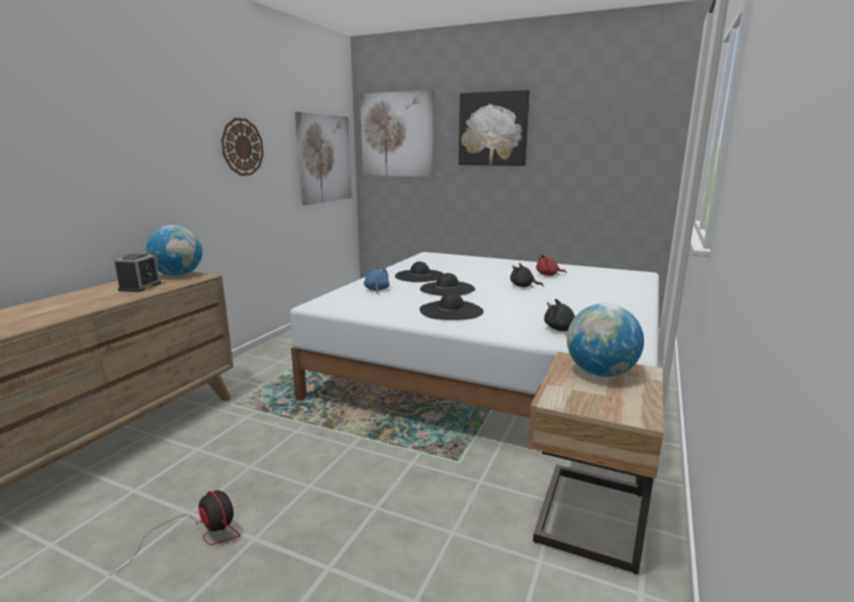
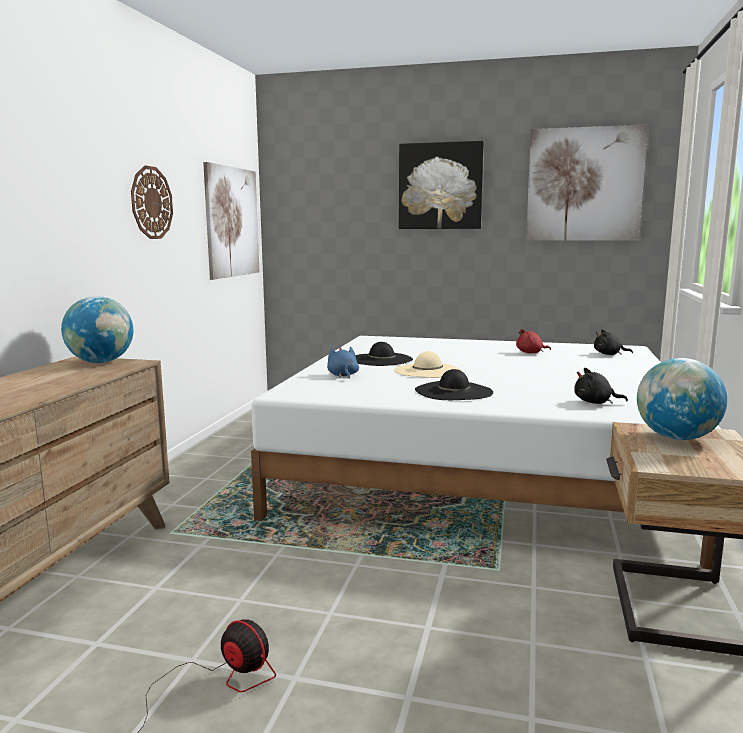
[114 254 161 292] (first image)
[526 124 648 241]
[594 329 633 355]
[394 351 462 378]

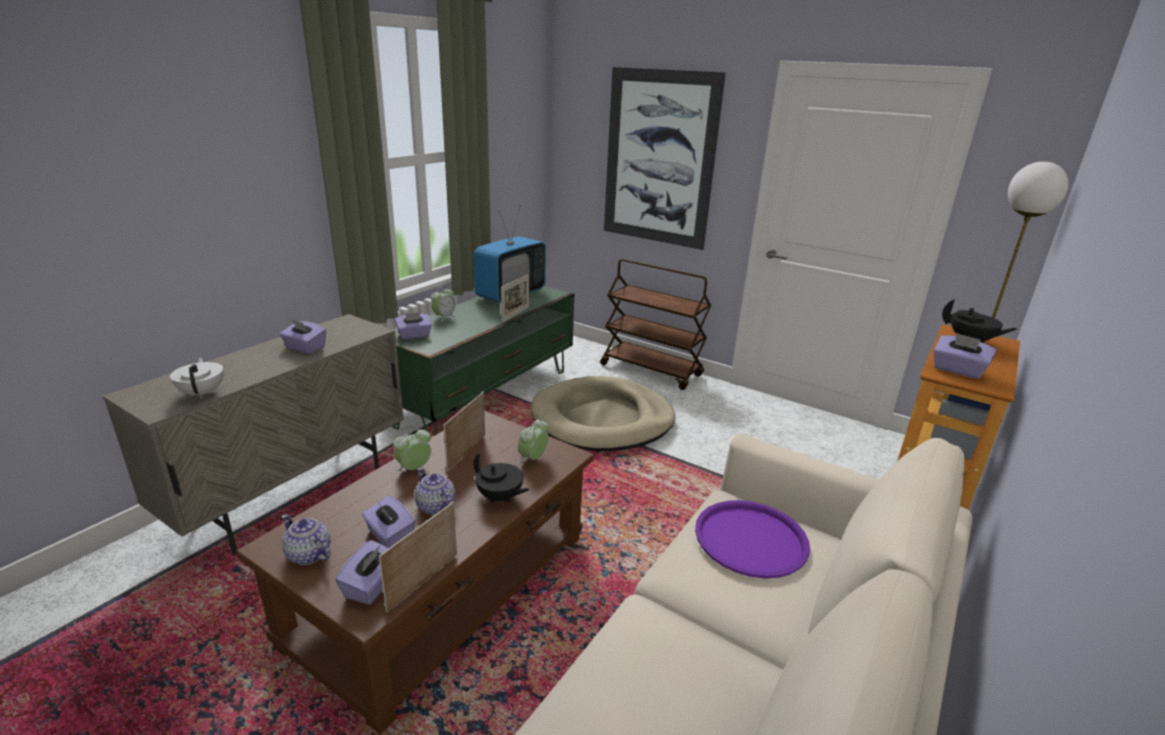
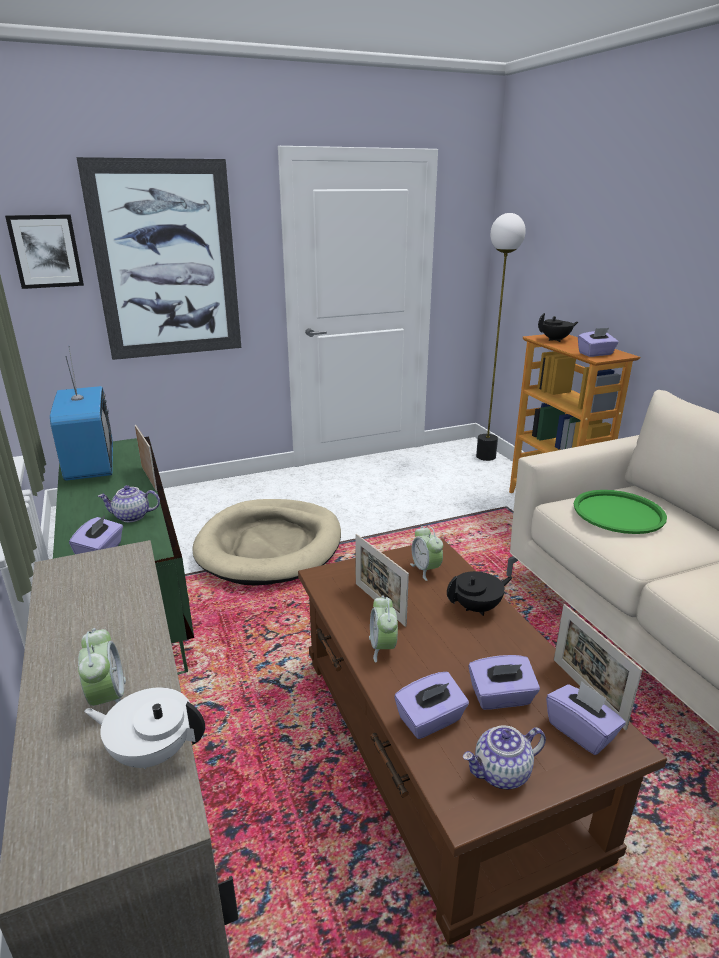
[600 259 711 390] (first image)
[5 214 84 289]
[394 672 469 739]
[98 485 160 522]
[78 628 126 706]
[574 490 667 534]

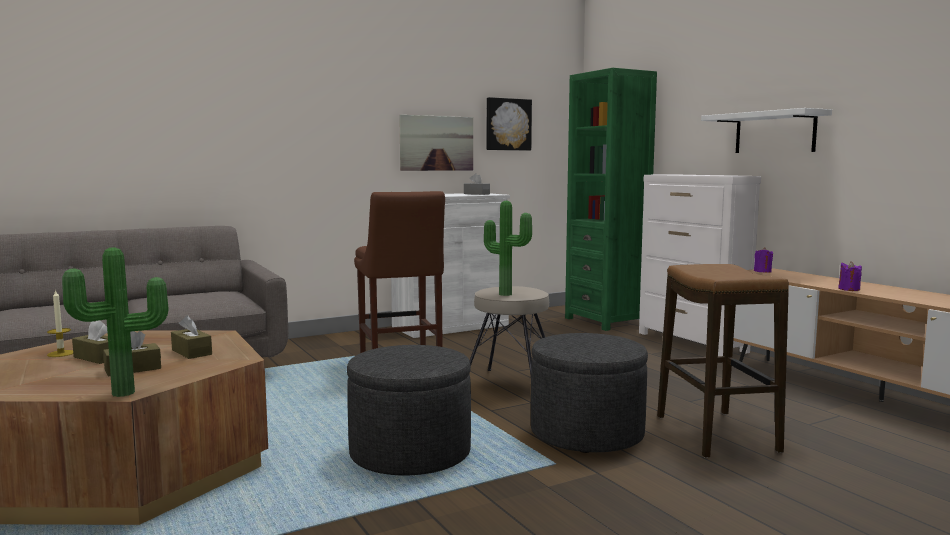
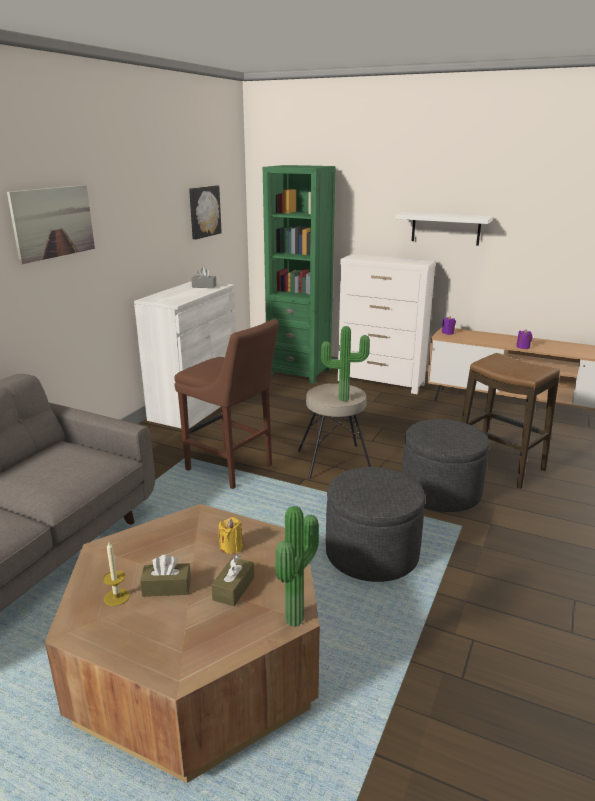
[7 185 95 264]
[219 517 243 554]

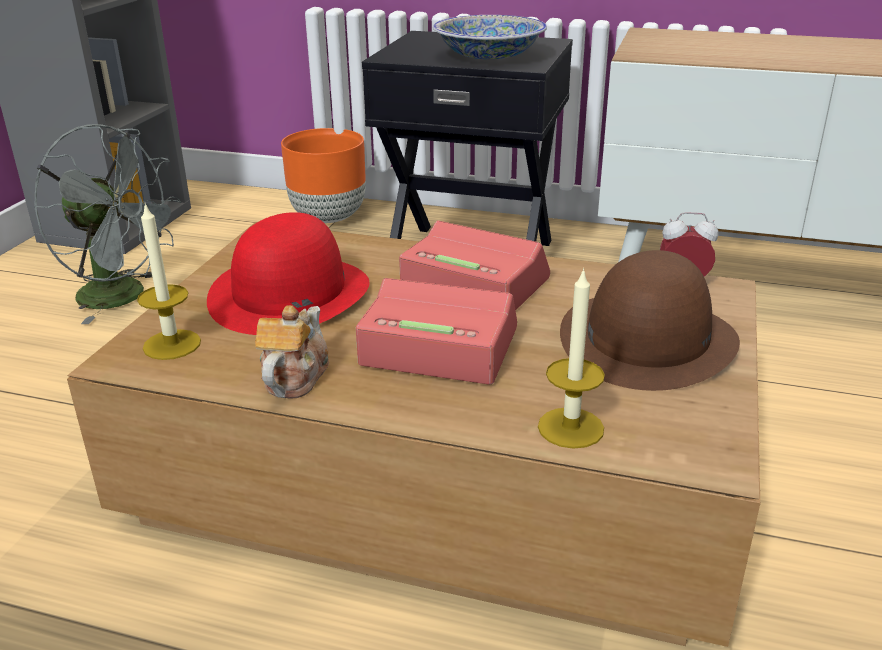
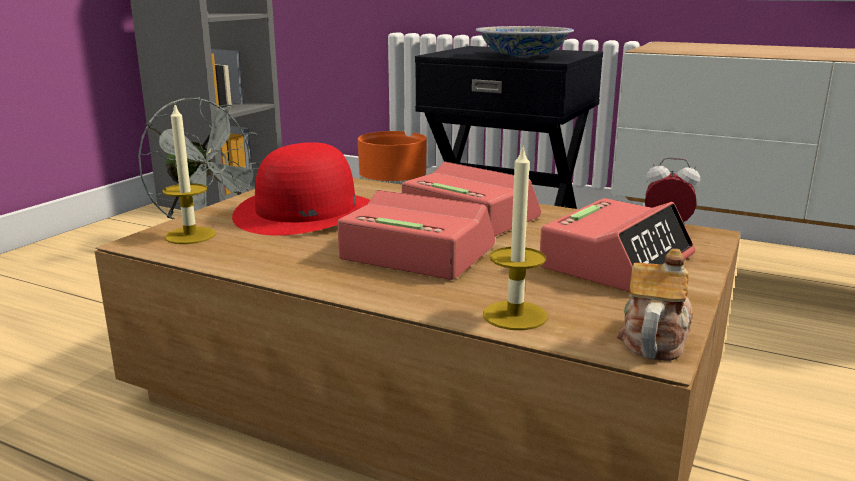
[617 249 693 361]
[540 198 695 292]

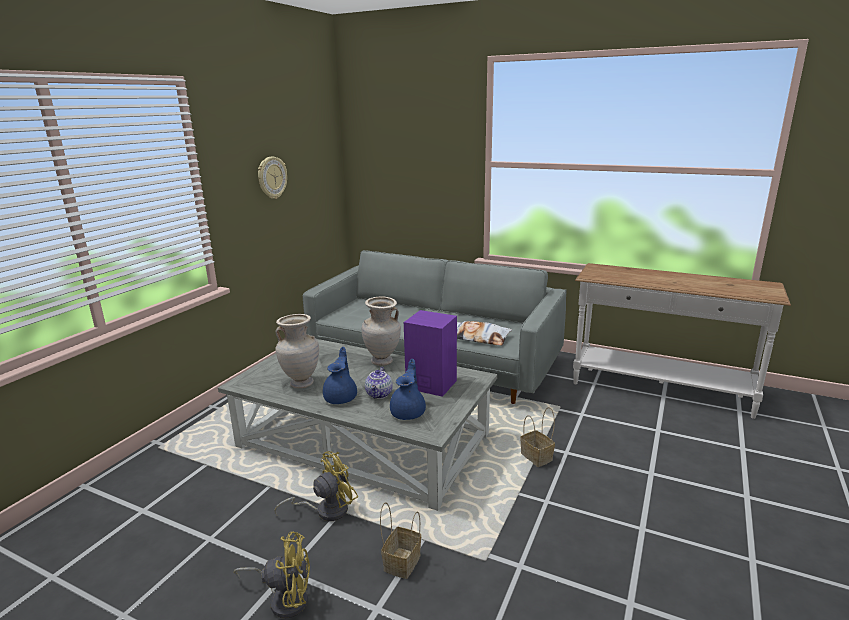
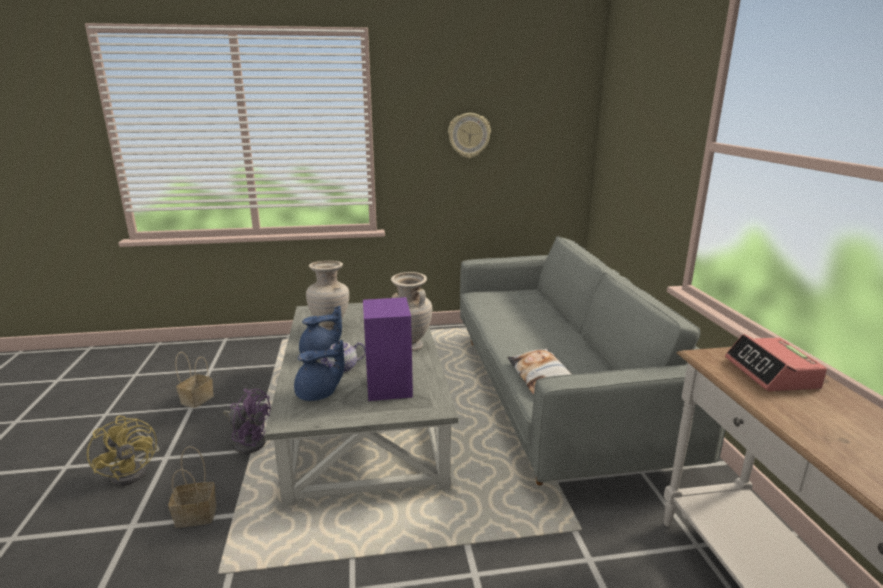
[725 334 827 391]
[175 352 214 408]
[224 389 271 454]

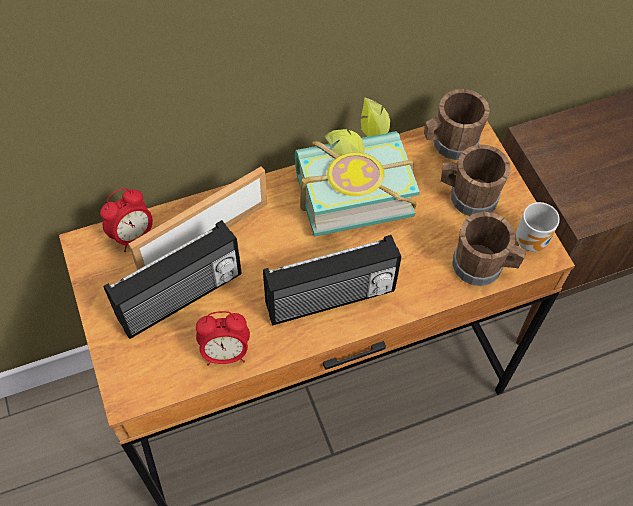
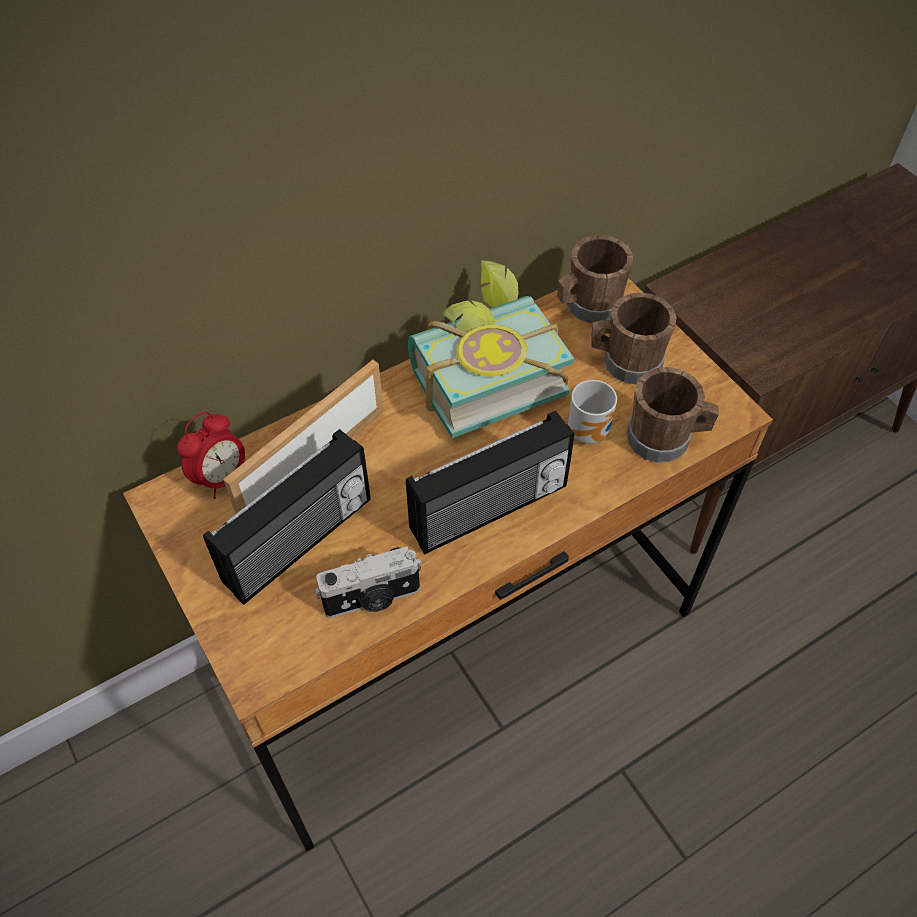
[568 380 617 444]
[315 546 422 618]

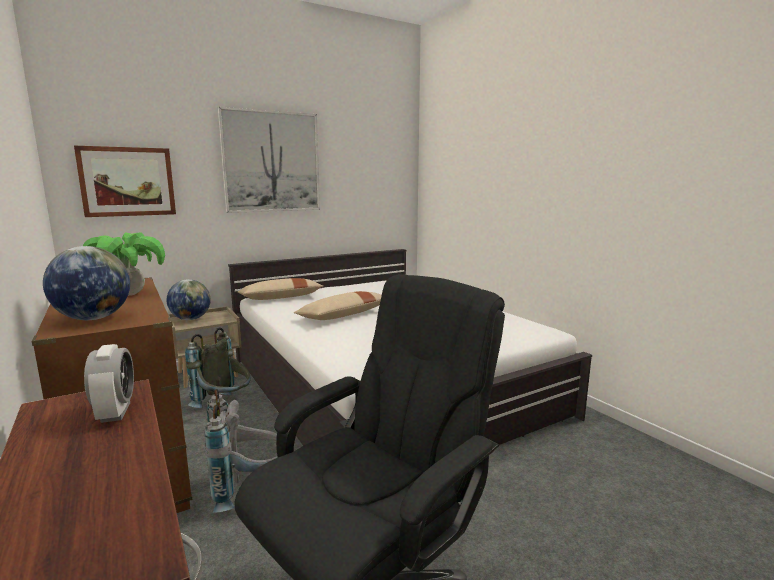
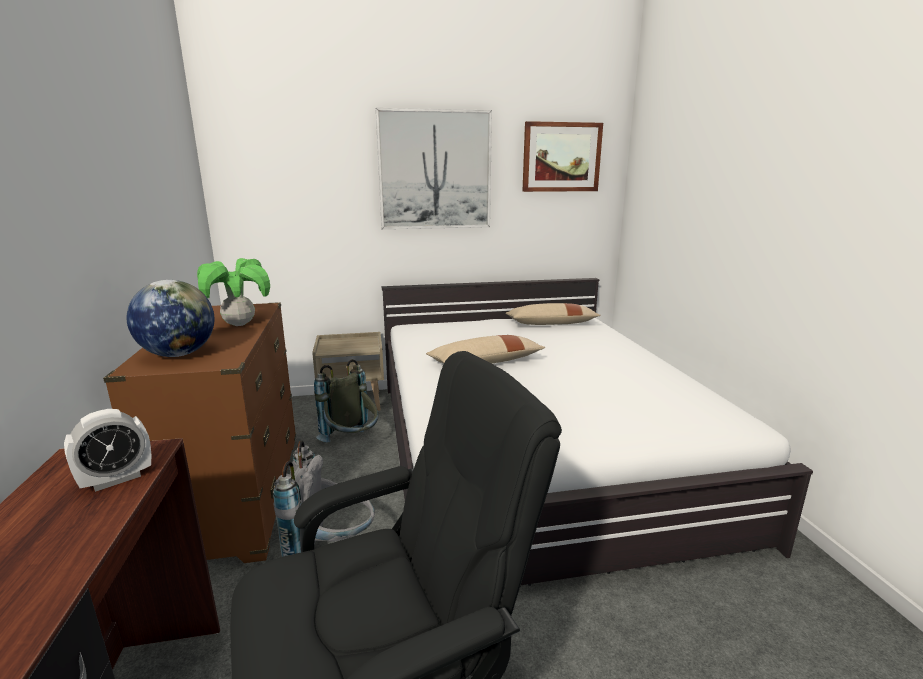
[167 279 211 320] (first image)
[523 121 603 192]
[506 303 601 325]
[64 409 151 492]

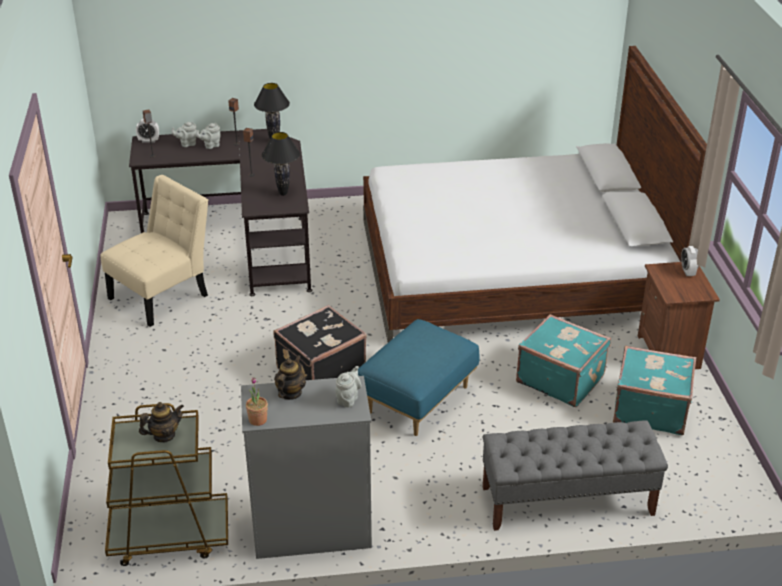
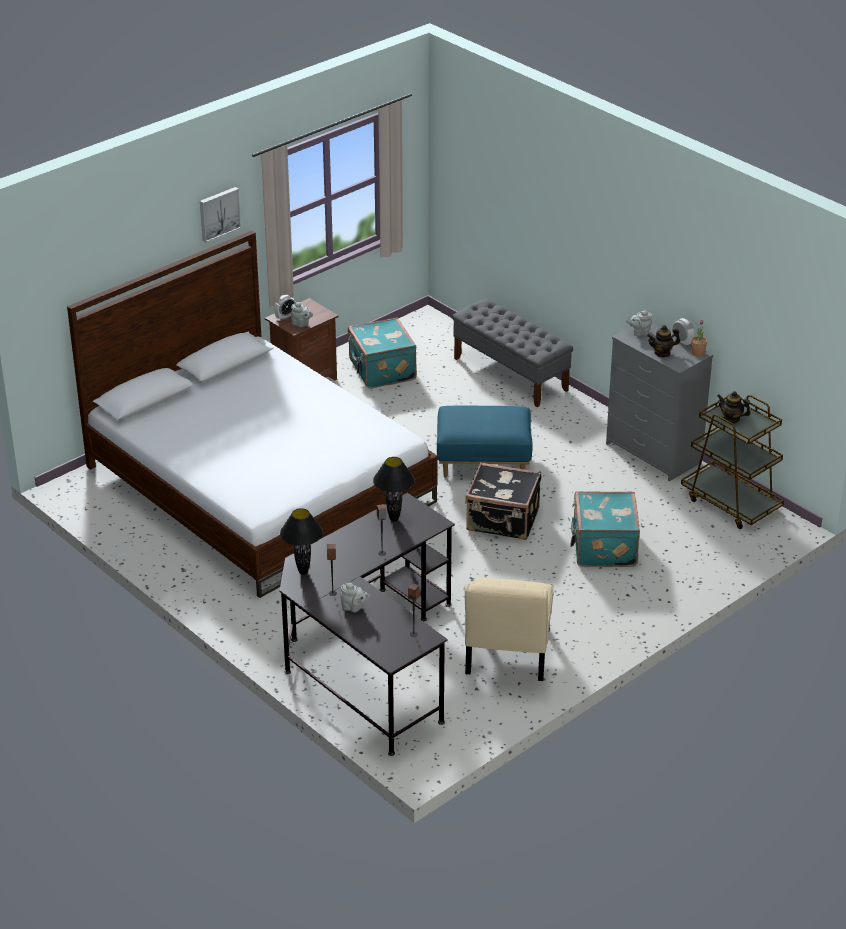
[200 187 241 242]
[673 318 694 346]
[291 302 313 327]
[570 491 640 567]
[464 578 553 681]

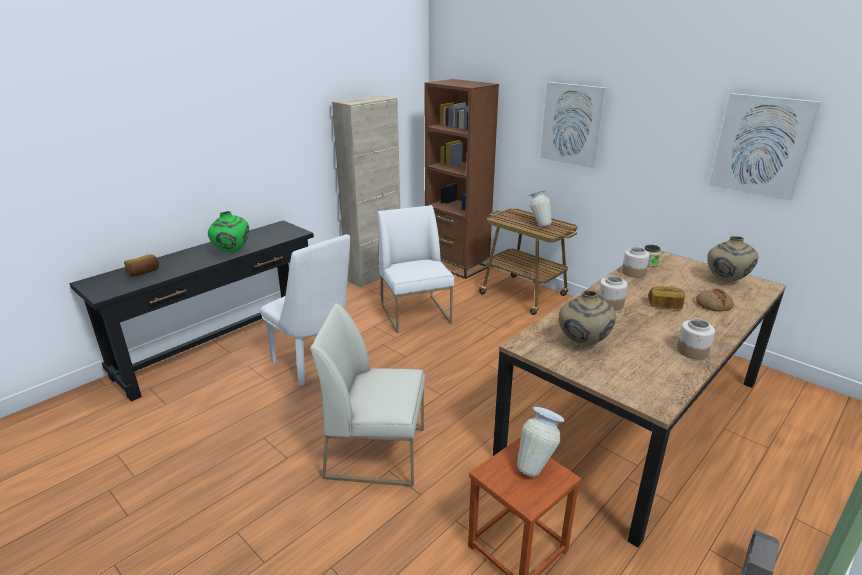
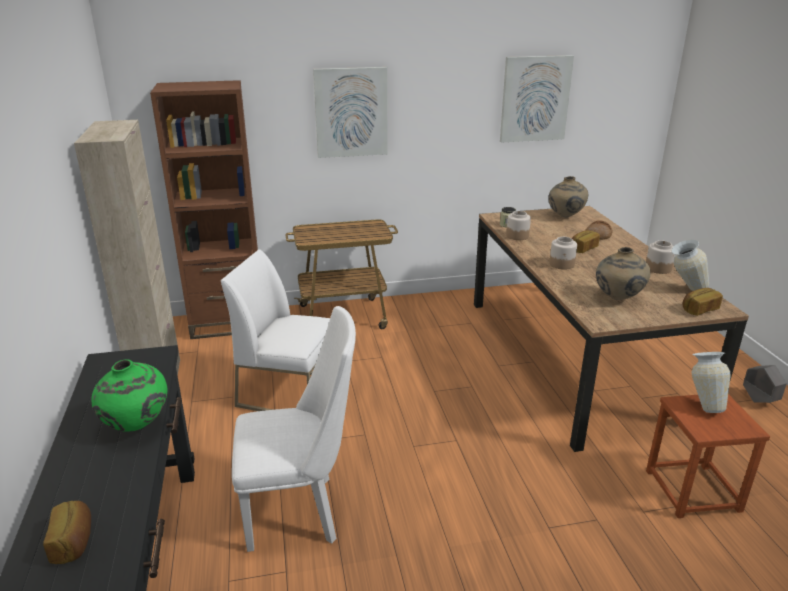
[310 303 425 487] (first image)
[683 288 723 316]
[671 240 709 291]

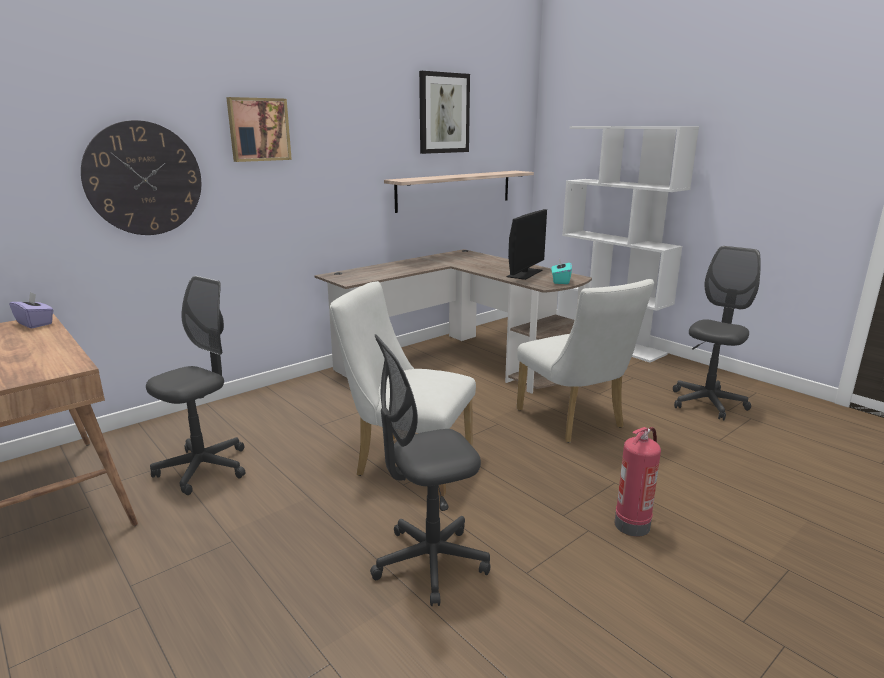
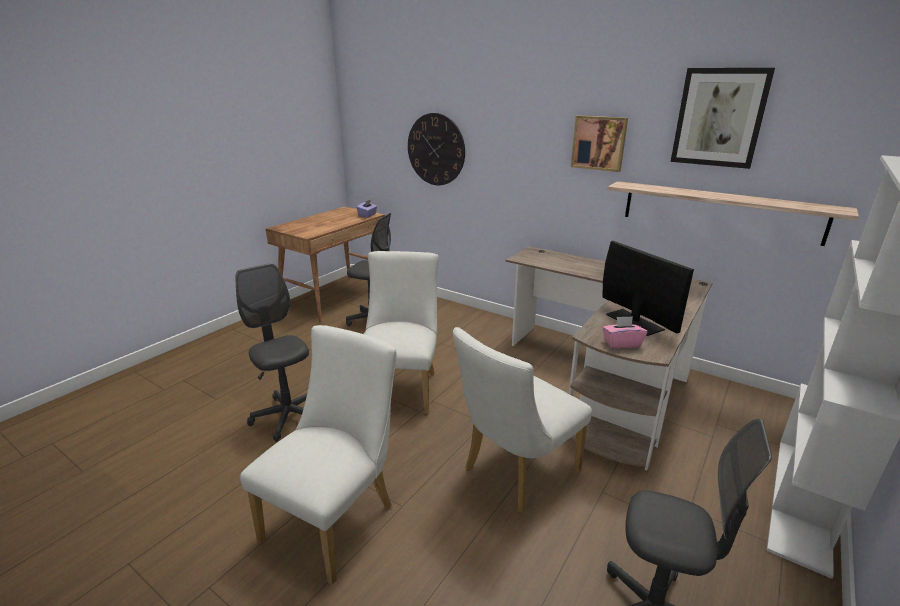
[571 115 628 172]
[240 325 397 585]
[603 316 647 349]
[602 241 694 336]

